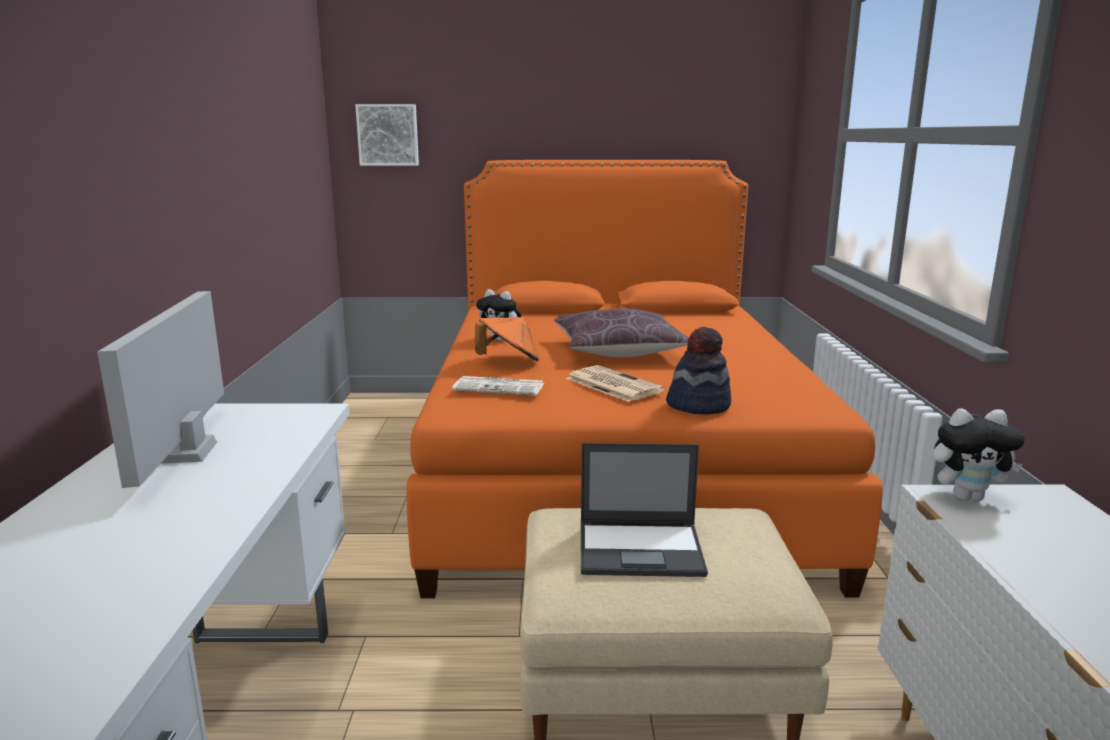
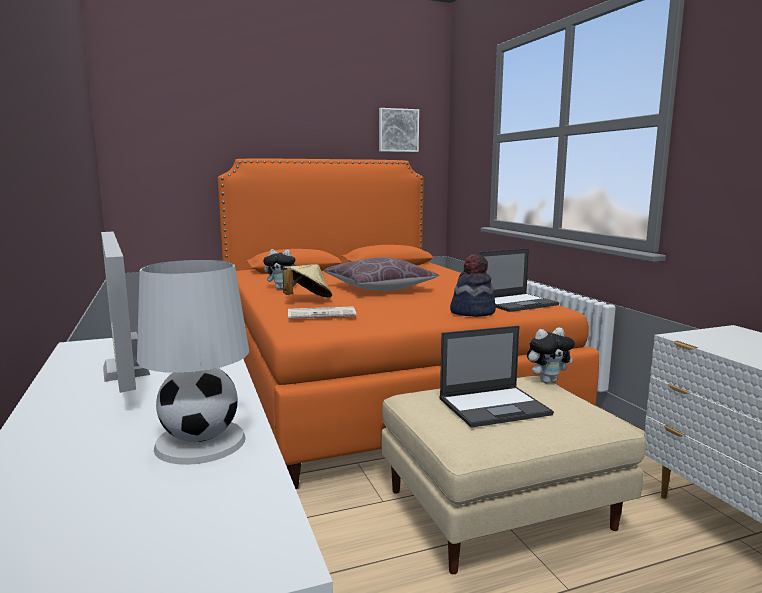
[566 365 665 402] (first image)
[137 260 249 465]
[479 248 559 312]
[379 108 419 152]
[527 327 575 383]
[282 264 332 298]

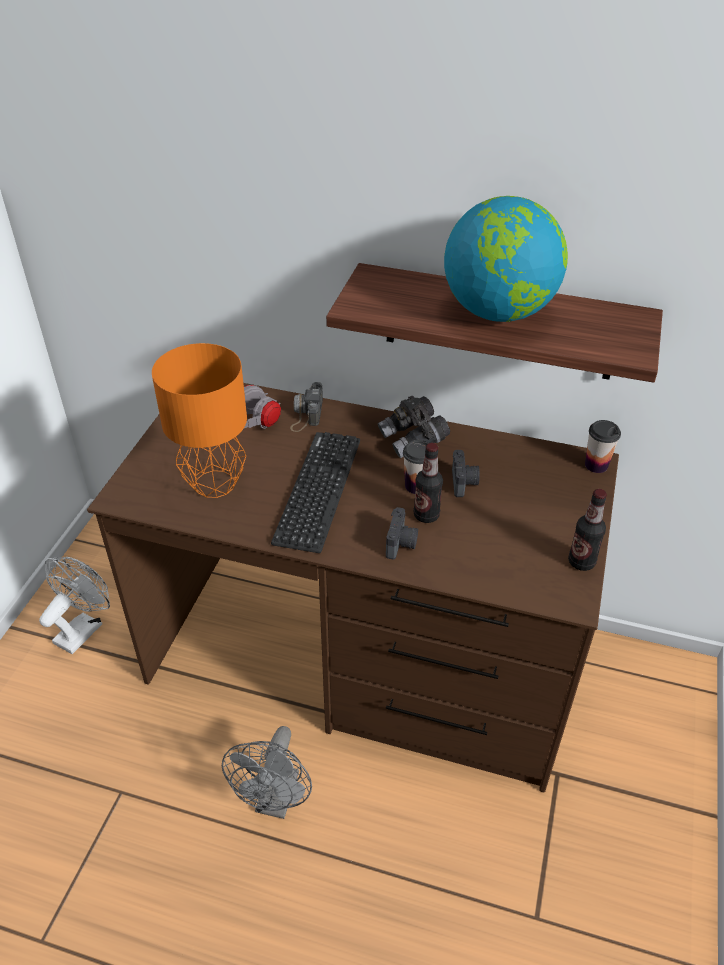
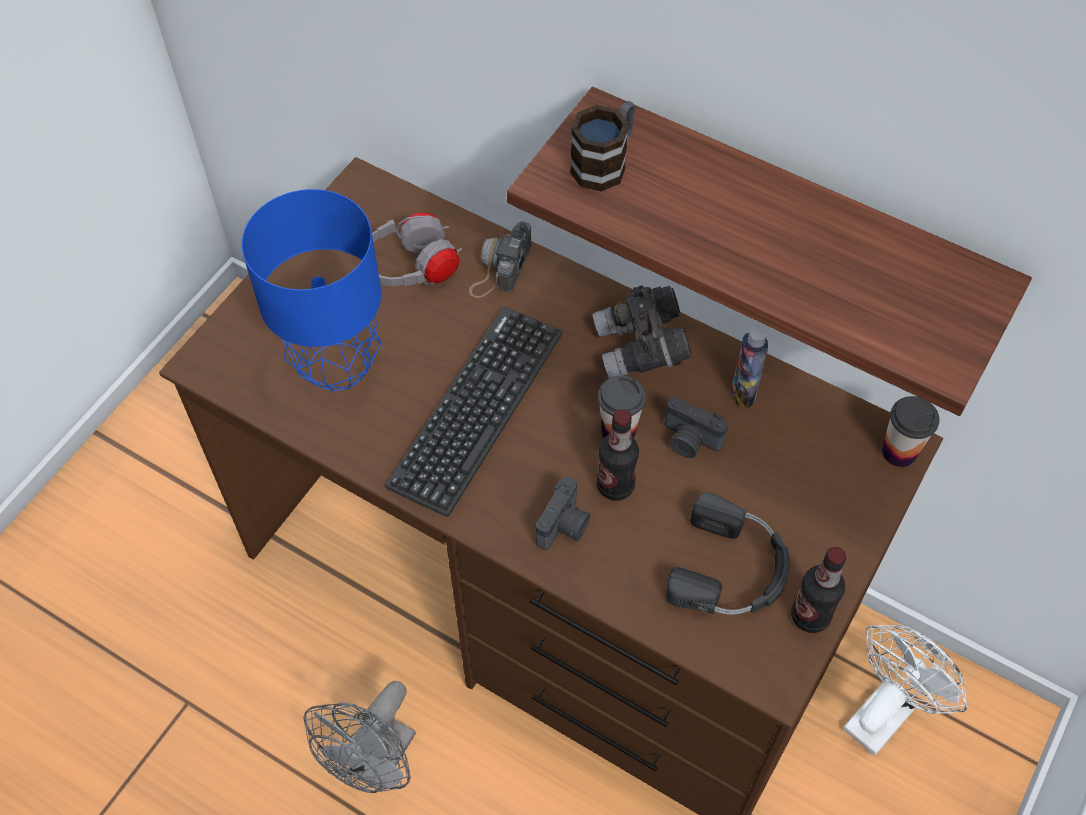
[444 196 568 322] (first image)
[570 101 635 191]
[666 492 790 615]
[732 326 768 407]
[843 625 967 756]
[242 189 382 391]
[664 397 728 458]

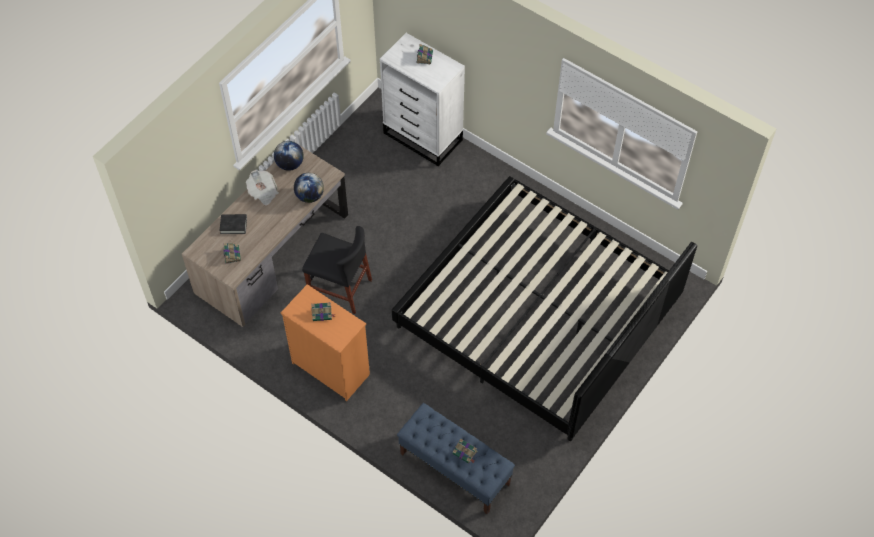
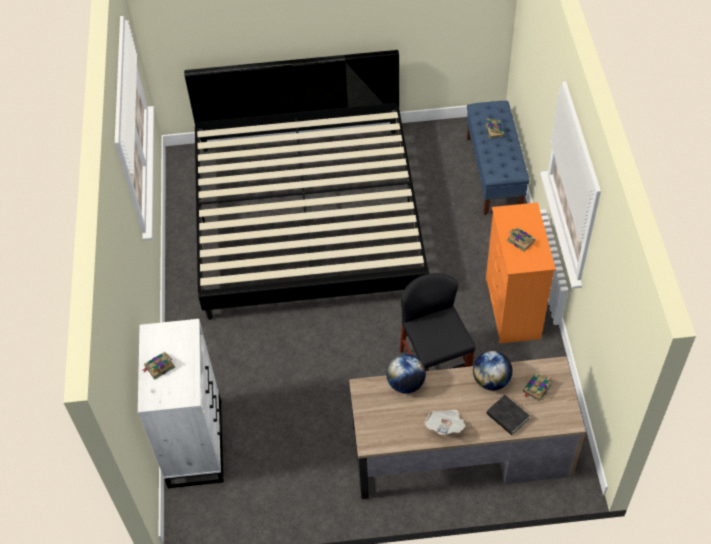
[473 351 512 390]

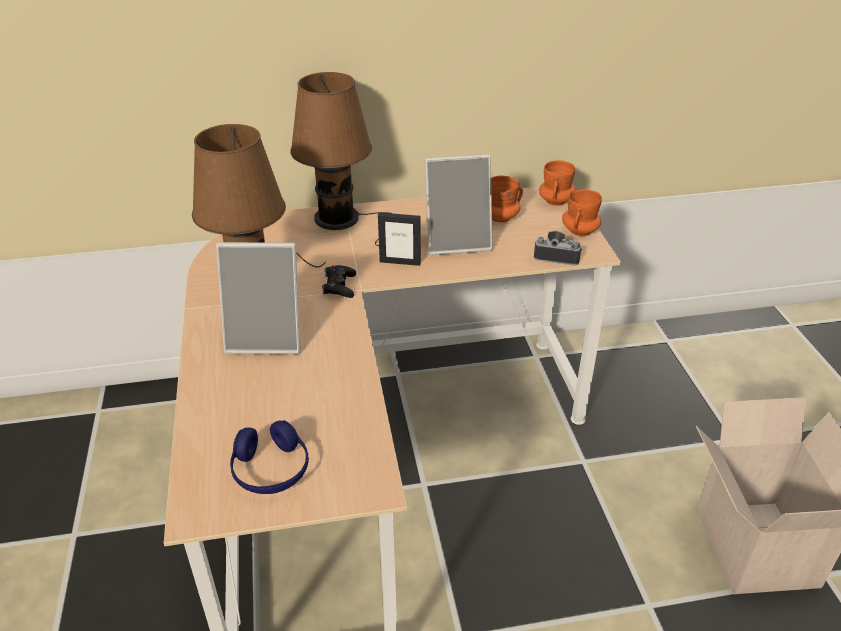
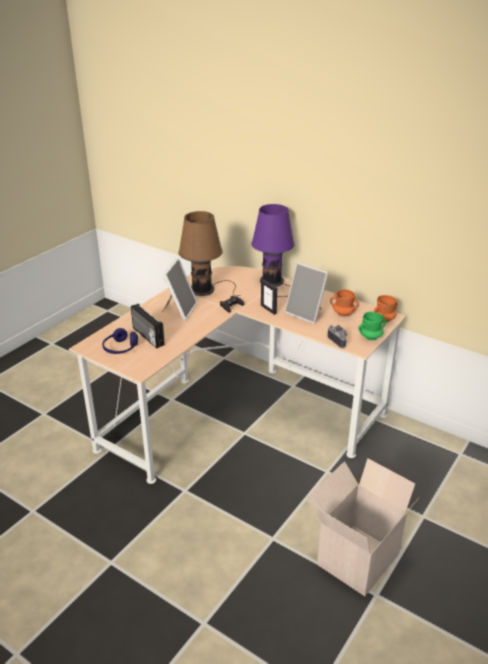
[131 304 165 348]
[251 204 294 297]
[359 311 386 340]
[162 258 198 321]

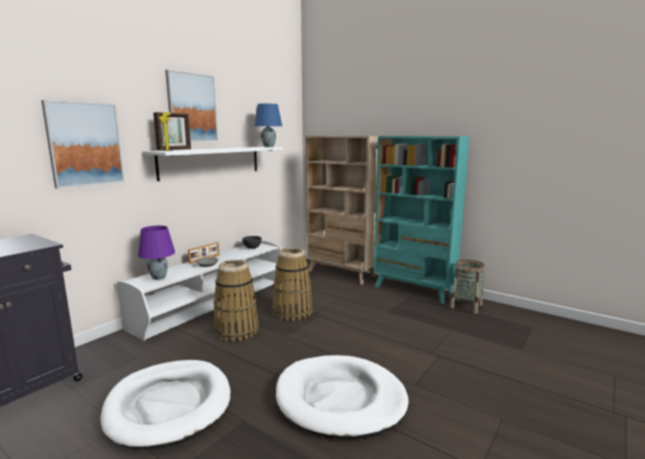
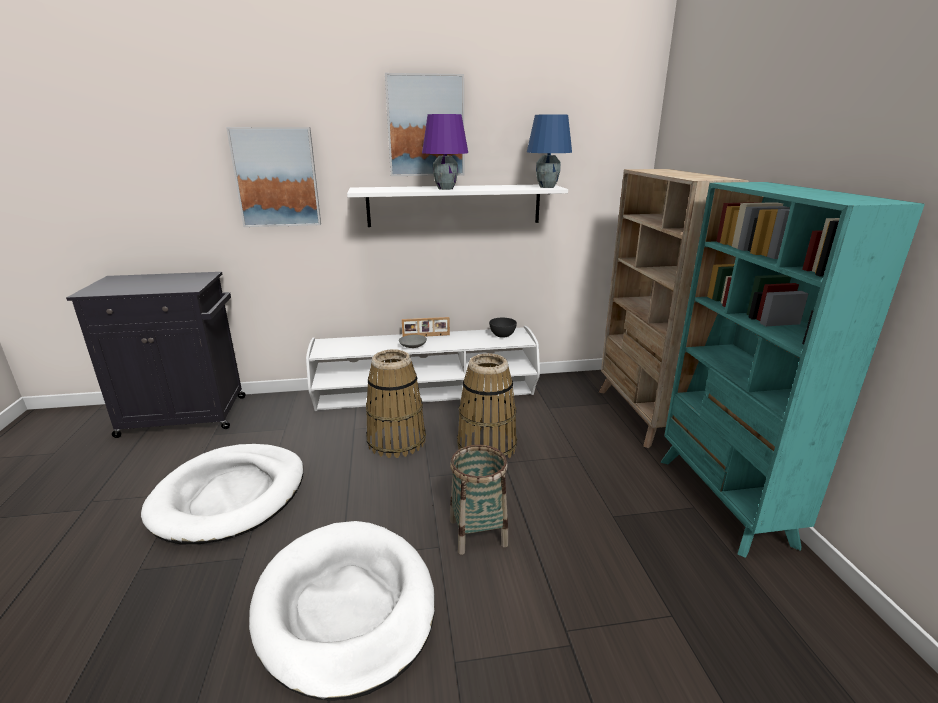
[153 111 191 151] (first image)
[422 114 468 190]
[450 445 508 555]

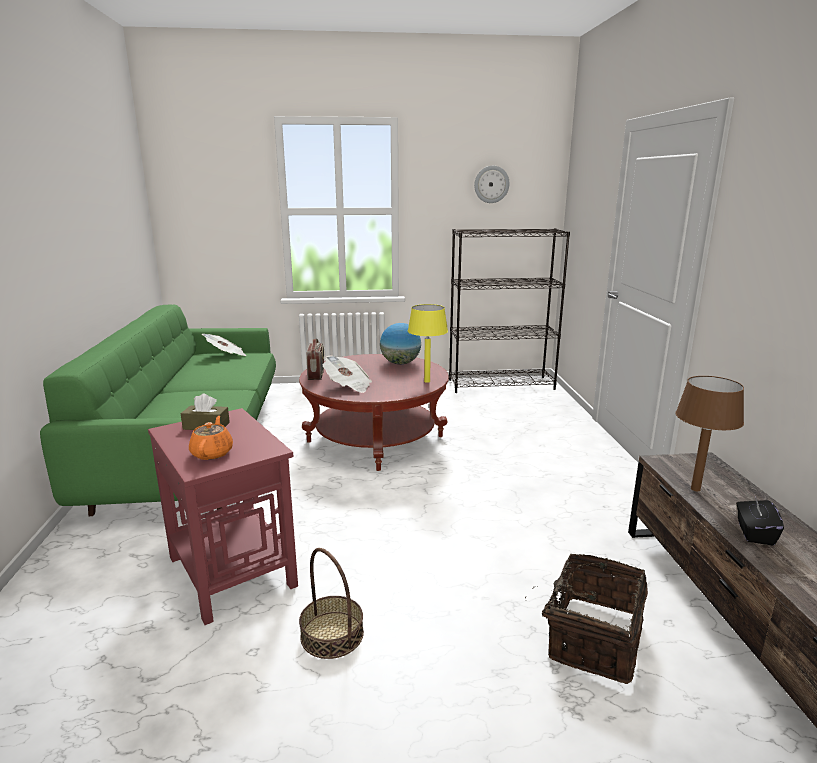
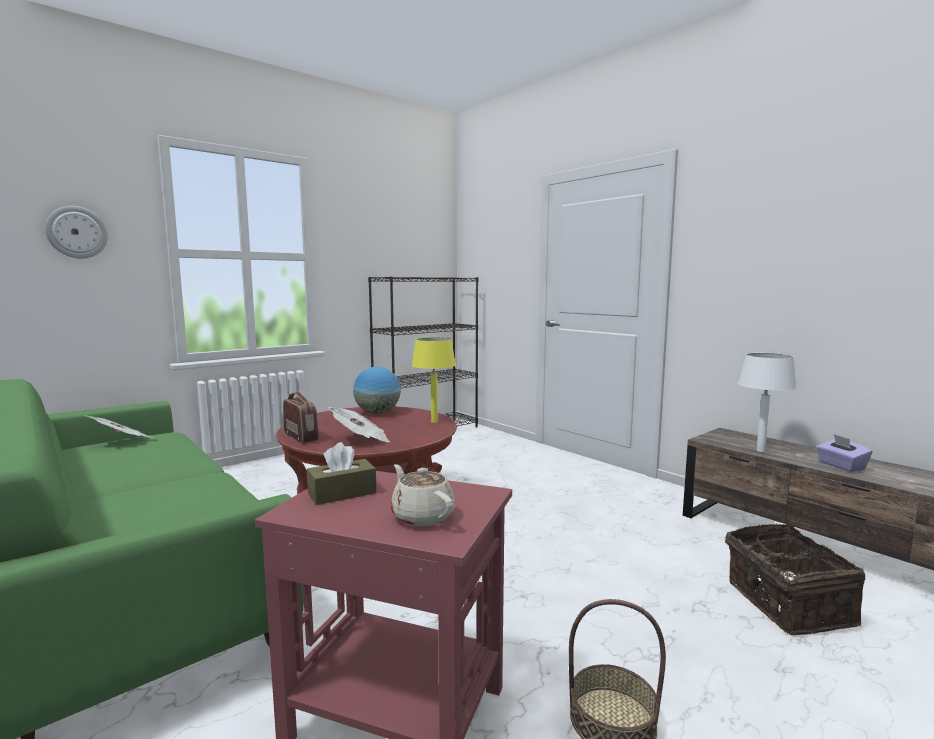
[45 206 108 258]
[391 464 455 527]
[738 353 797 452]
[816 434 872 472]

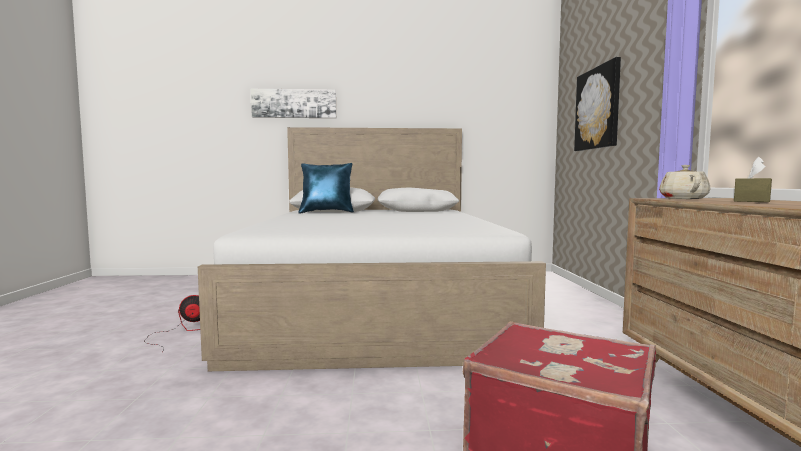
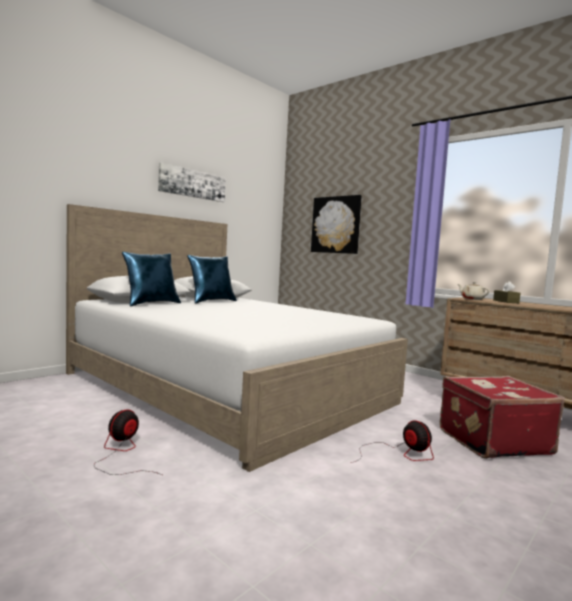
[187 255 237 303]
[351 420 434 463]
[158 163 226 202]

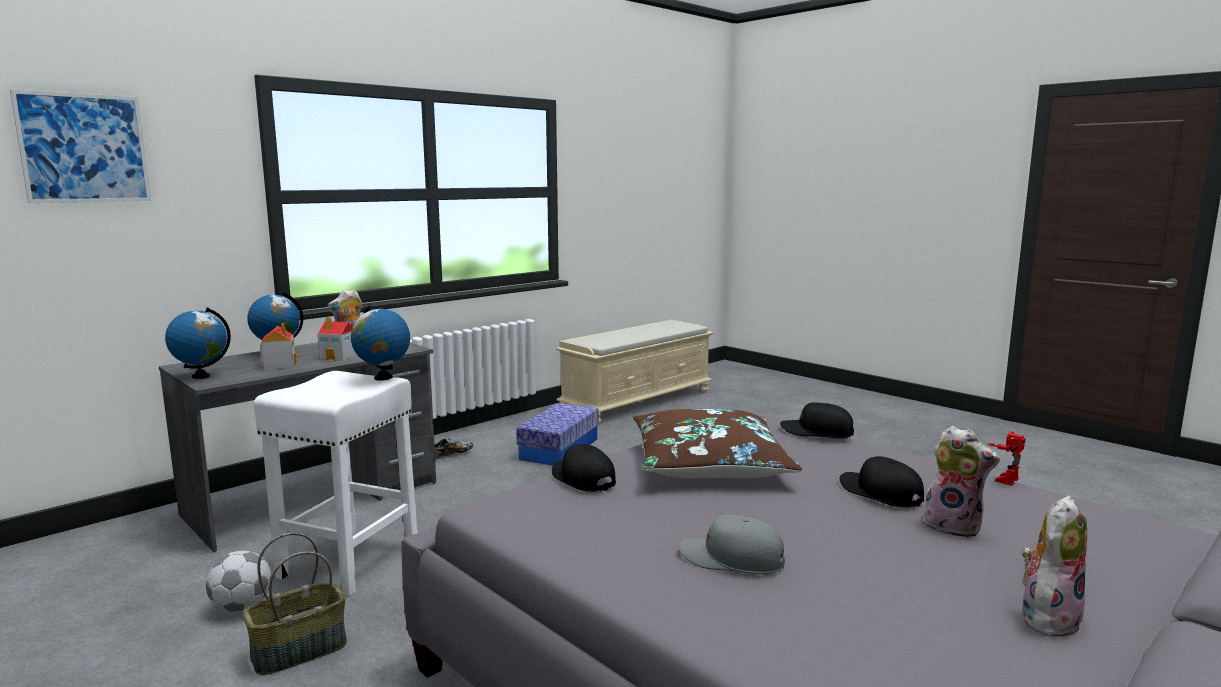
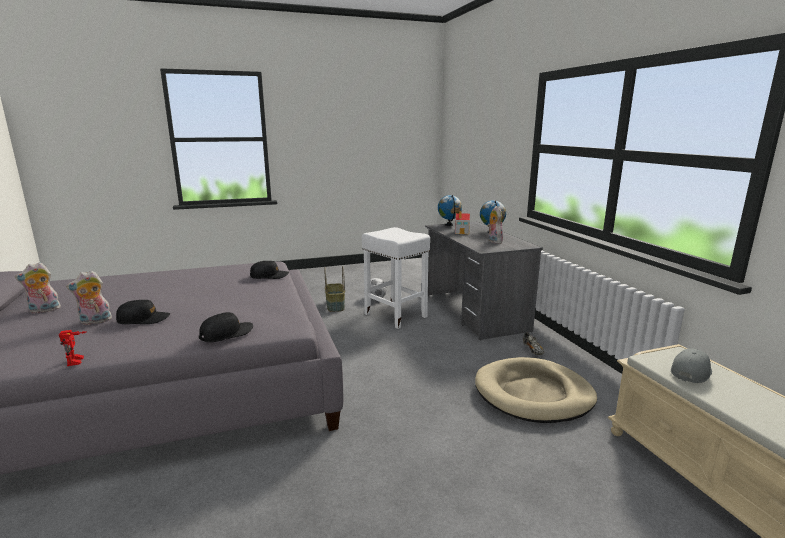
[10 89 151 203] (first image)
[317 317 357 361] (first image)
[351 305 410 381] (first image)
[633 409 802 478] (first image)
[671 348 712 383]
[475 357 597 423]
[15 262 61 314]

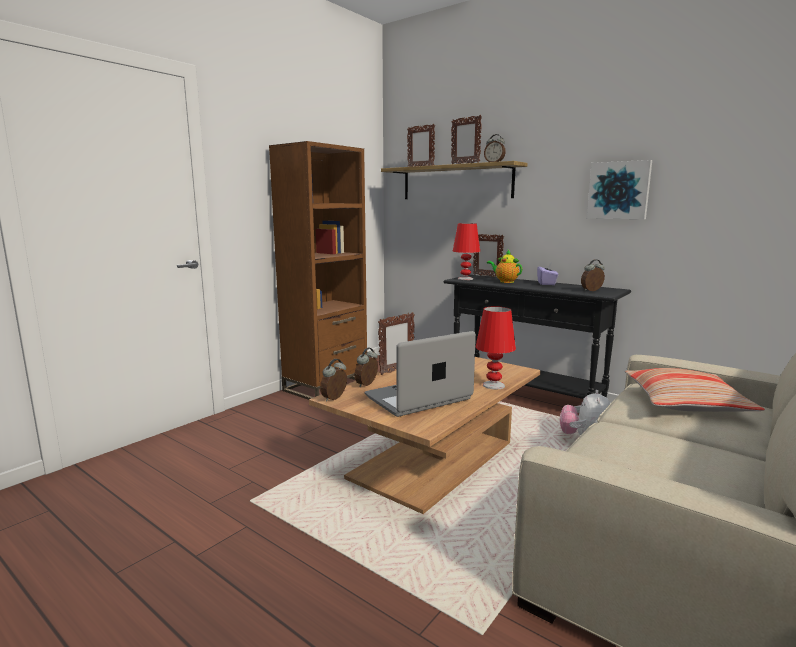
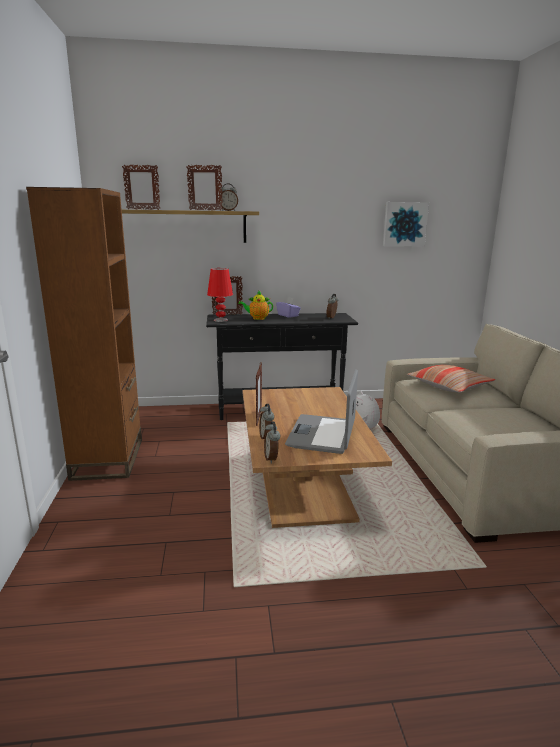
[476 306 516 389] (first image)
[383 202 429 247]

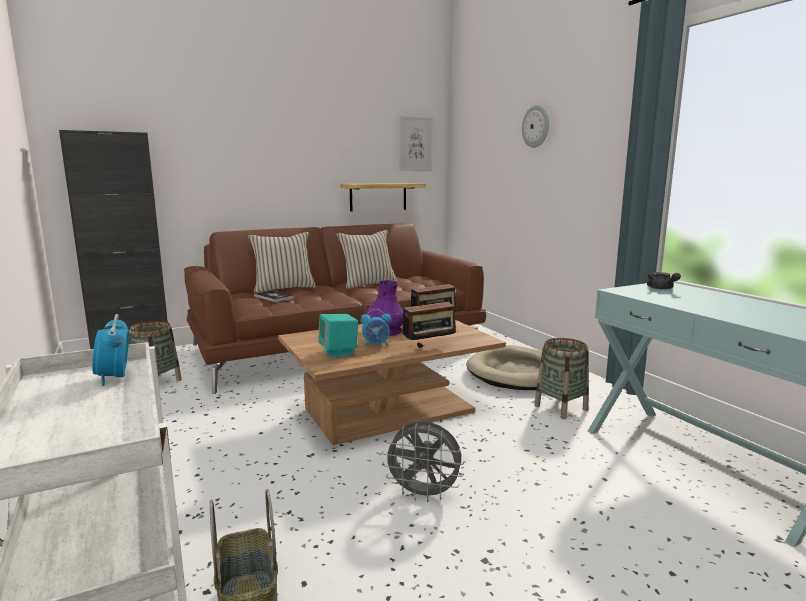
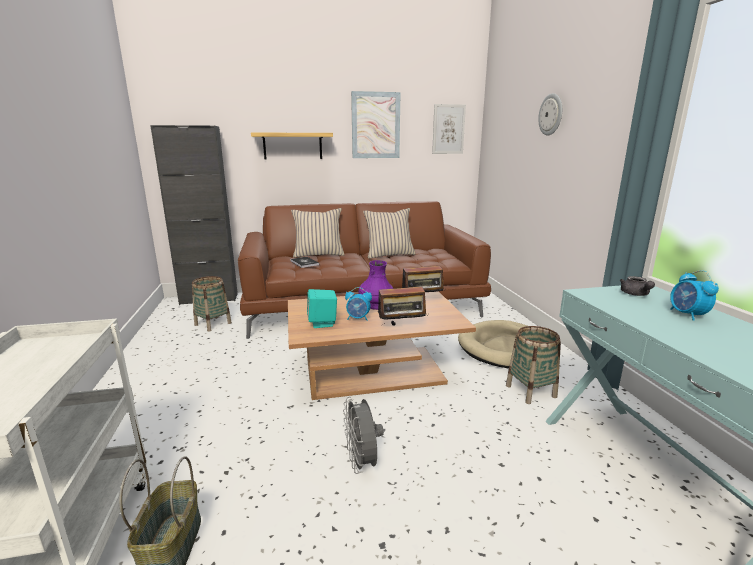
[351 91 401 158]
[670 270 719 321]
[251 132 333 160]
[343 397 384 474]

